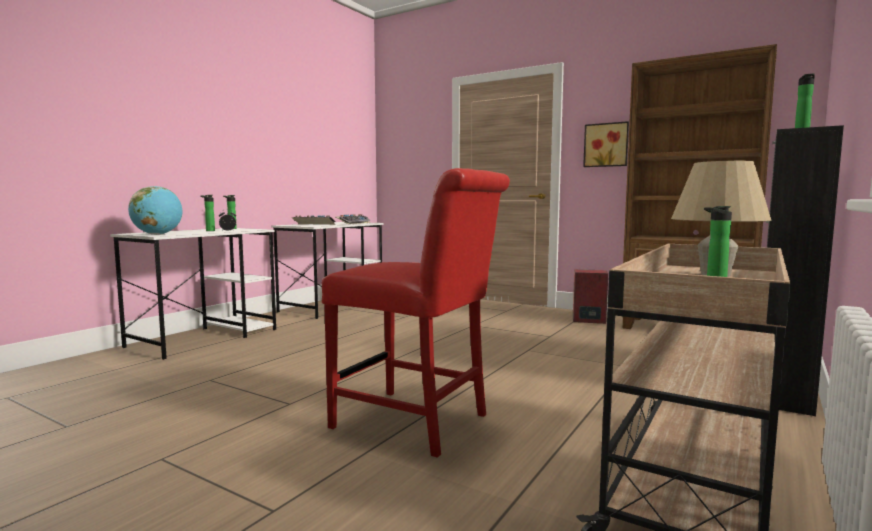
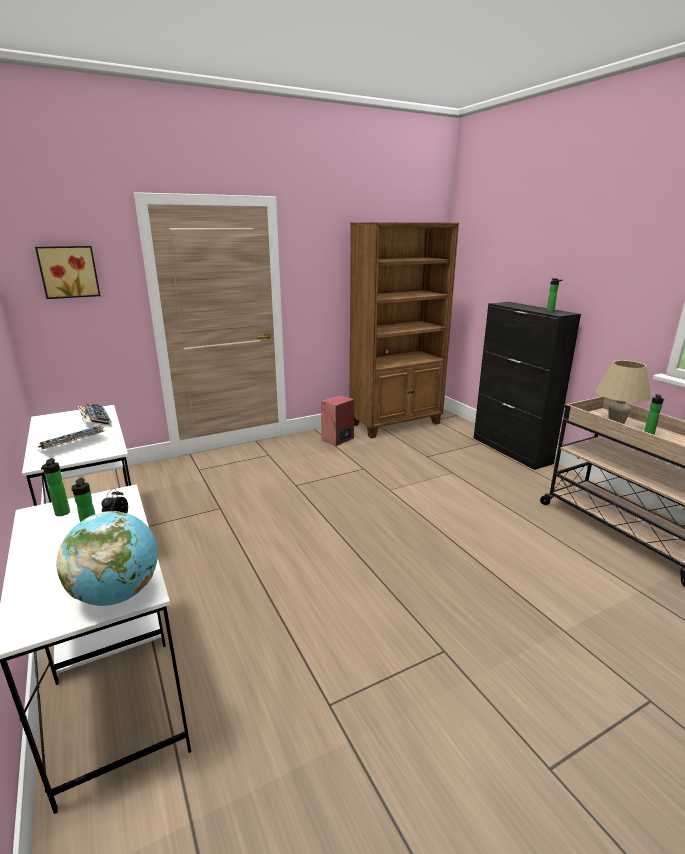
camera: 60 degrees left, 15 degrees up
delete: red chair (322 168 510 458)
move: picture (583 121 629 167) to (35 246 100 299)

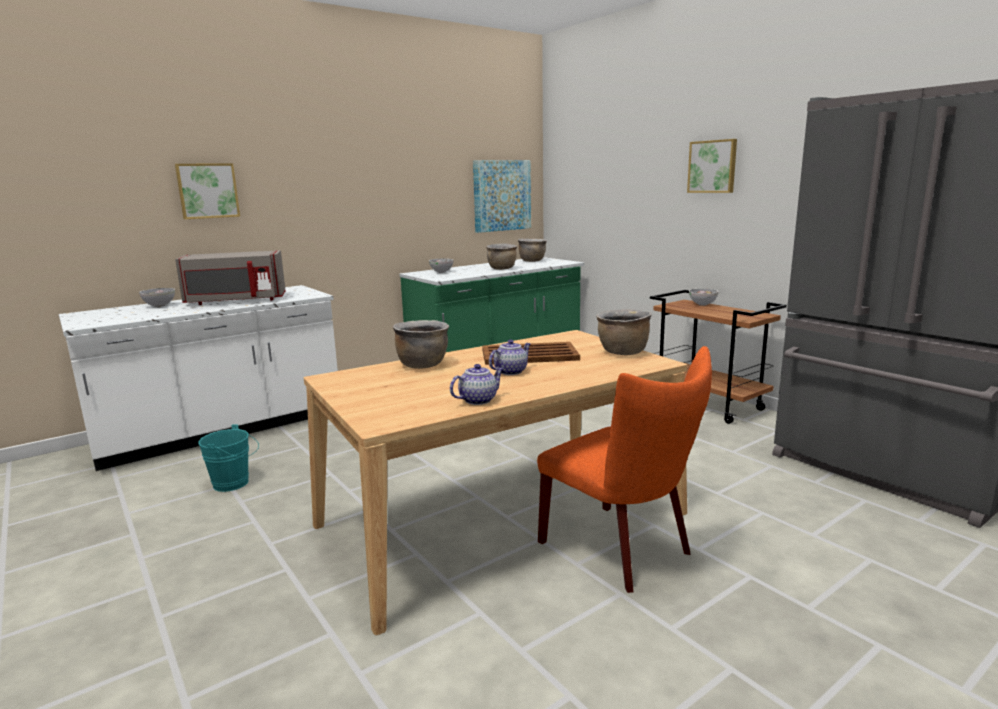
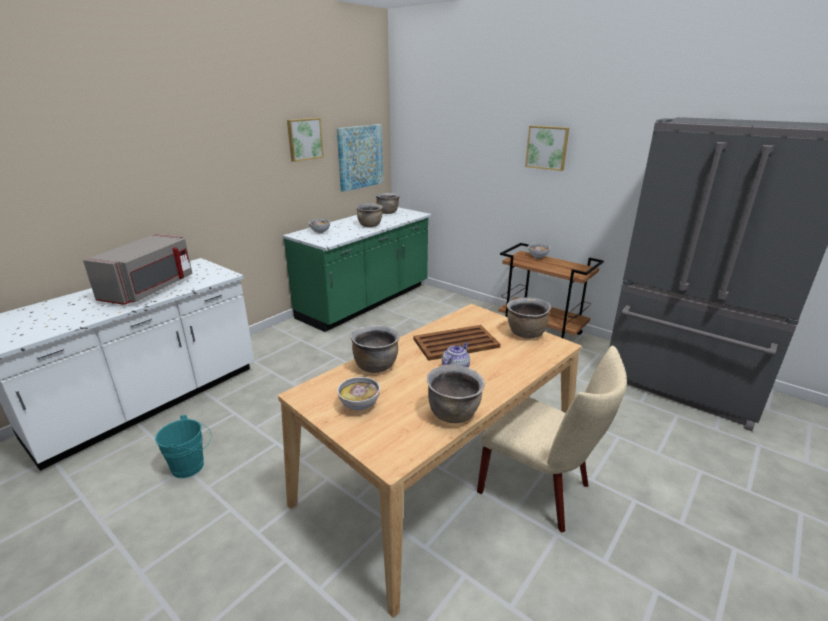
camera: 15 degrees left, 10 degrees up
move: picture (175 163 240 219) to (287 118 324 162); bowl (139 288 175 307) to (337 377 380 411)
replace: teapot (450 364 504 405) to brown cooking pot (427 365 485 423)
recolor: orange chair (537 346 712 593) to beige chair (477 346 627 533)
rotate: grey microwave (175 250 286 305) = (83 234 193 305) 45 degrees counterclockwise

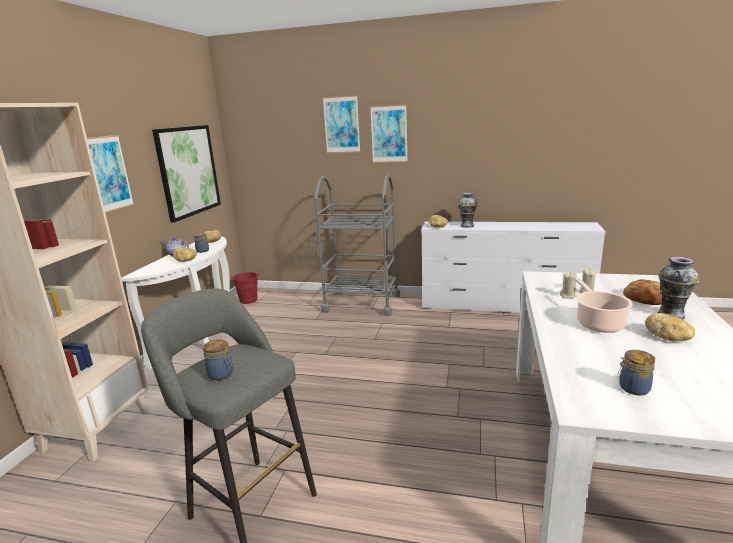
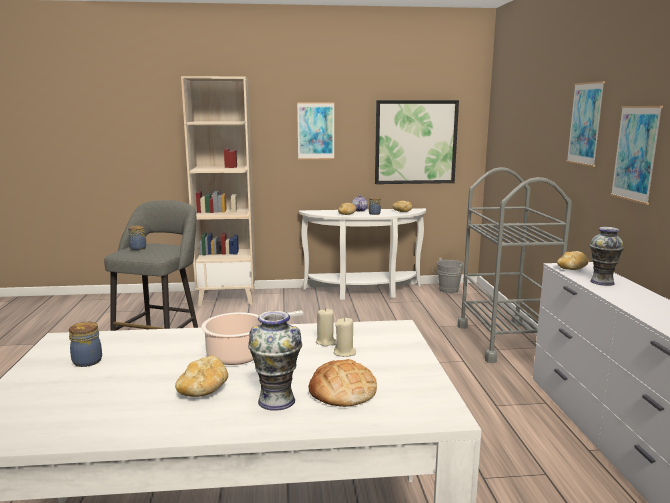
camera: 70 degrees right, 5 degrees down
move: picture (323 95 360 153) to (610 106 663 205)
recolor: red bucket (231 272 259 304) to grey bucket (432 258 464 294)

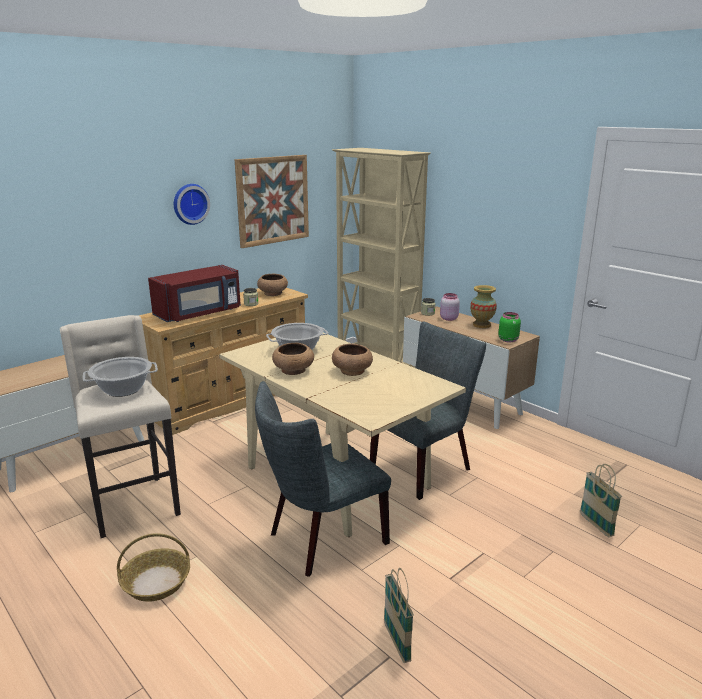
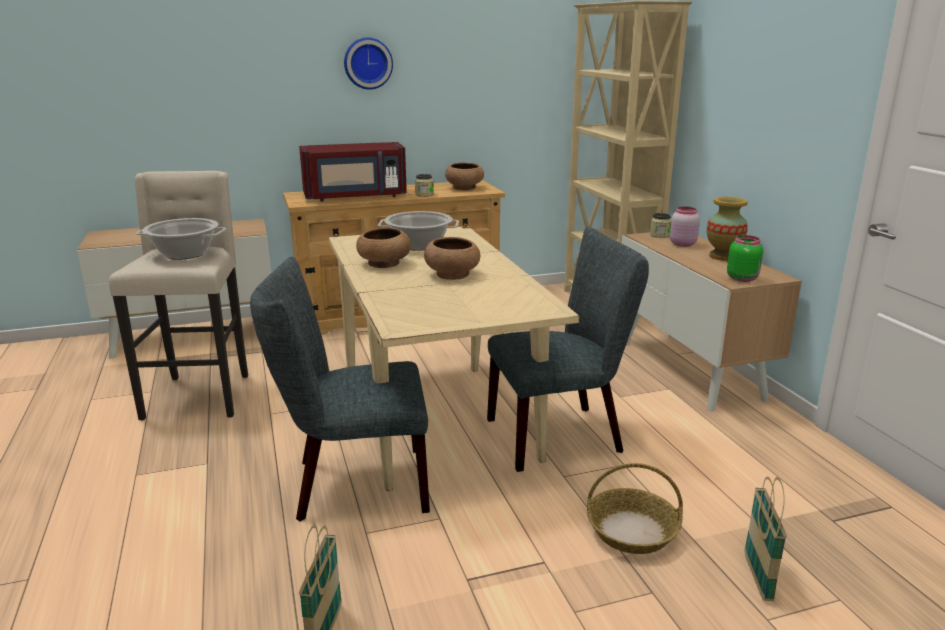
camera: 25 degrees right, 0 degrees up
delete: picture (234 155 309 248)
move: basket (117 533 190 602) to (587 463 683 554)

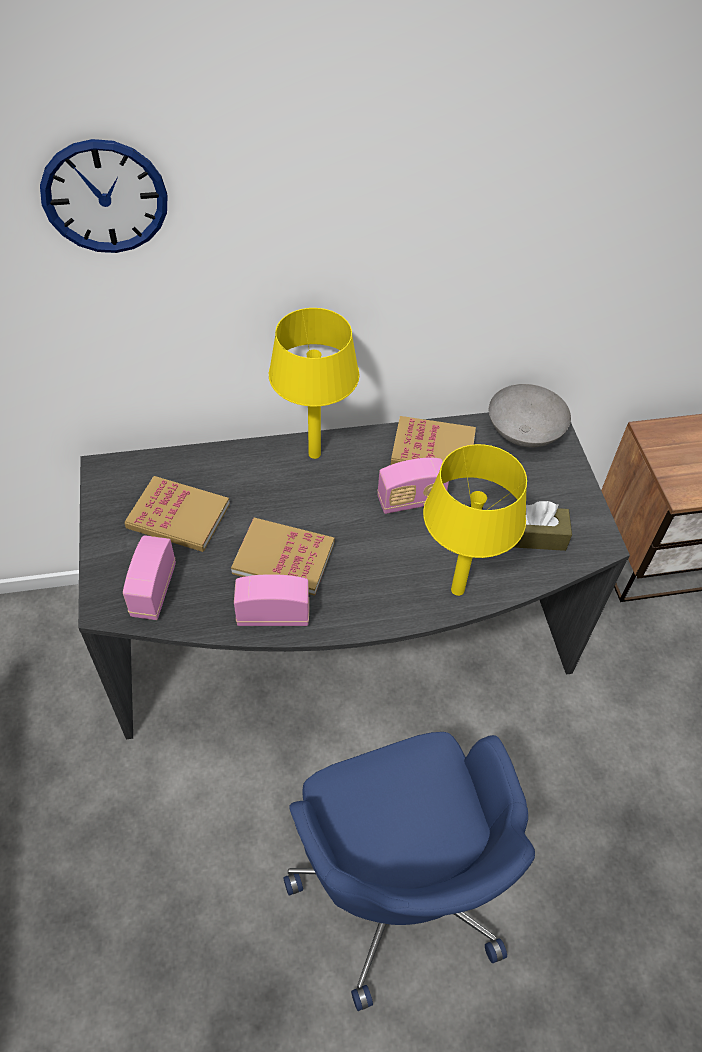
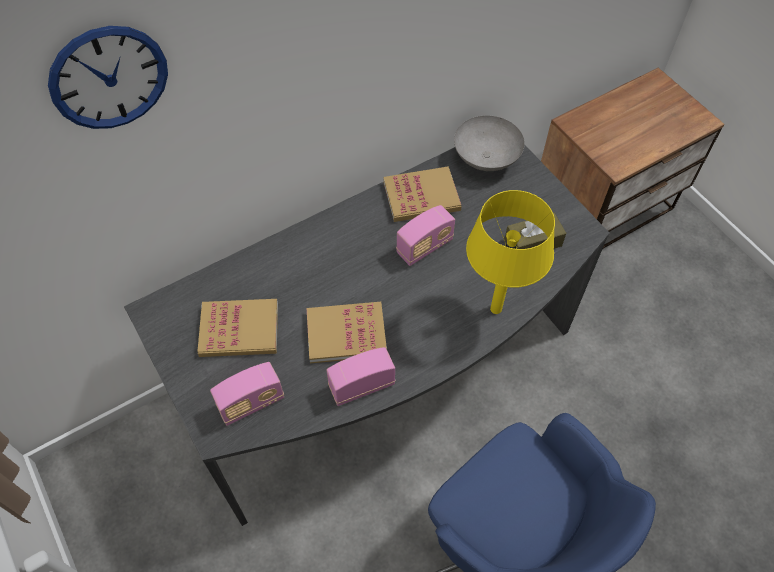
camera: 20 degrees left, 5 degrees up
delete: yellow table lamp (269 308 359 459)
rotate: radio (123 535 176 620) = (210 362 284 426) 105 degrees counterclockwise

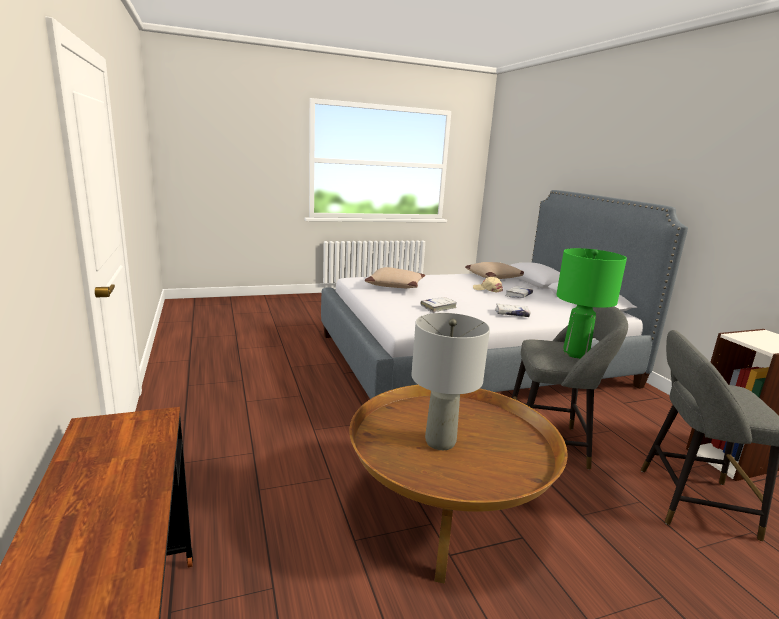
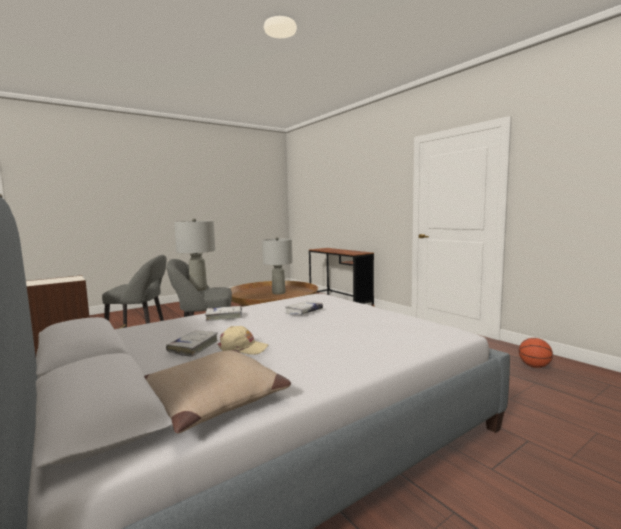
camera: 165 degrees right, 10 degrees down
delete: beige pillow (364 267 425 288)
insert: basketball (519 338 553 368)
recolor: green table lamp (556 248 627 359) to grey table lamp (174 218 215 291)

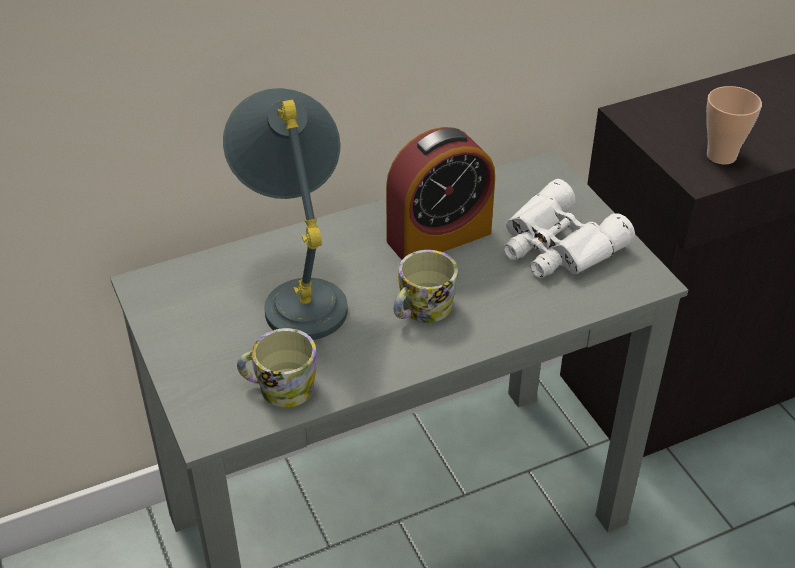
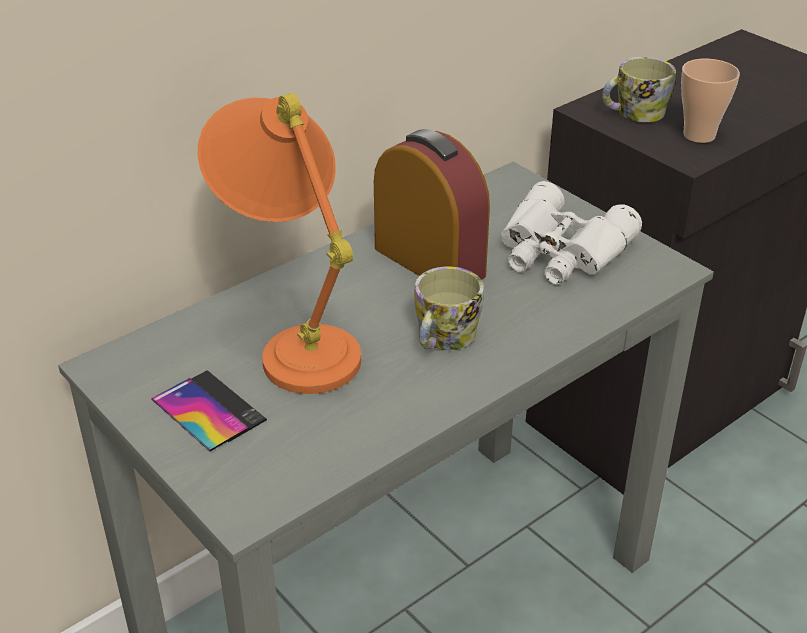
camera: 15 degrees left, 5 degrees down
insert: phone (151 370 267 451)
move: mug (237 328 317 407) to (602 57 676 122)
recolor: grey table lamp (223 88 348 340) to orange table lamp (197 93 361 394)
rotate: alarm clock (386 127 495 260) = (374 129 490 280) 90 degrees counterclockwise

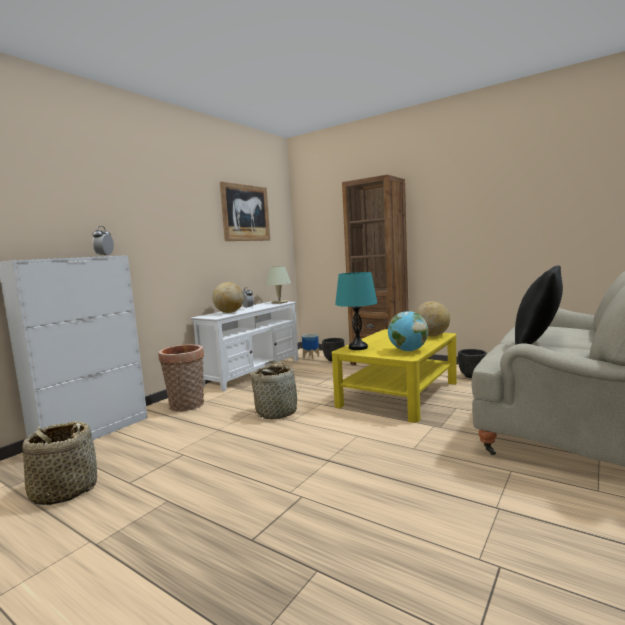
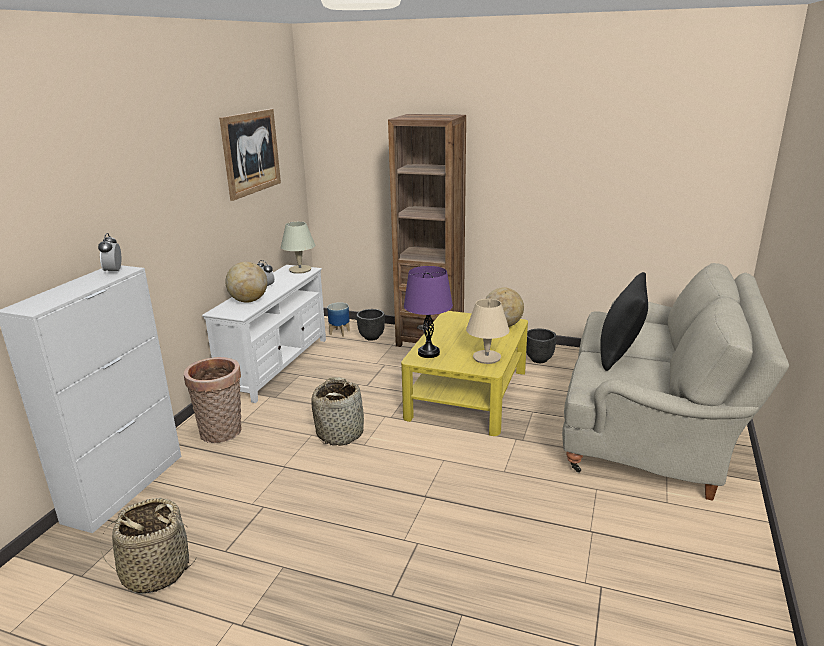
camera: 15 degrees left, 15 degrees up
replace: globe (388 311 428 351) to beige table lamp (466 299 510 364)
recolor: turquoise table lamp (335 272 378 350) to purple table lamp (404 266 453 358)

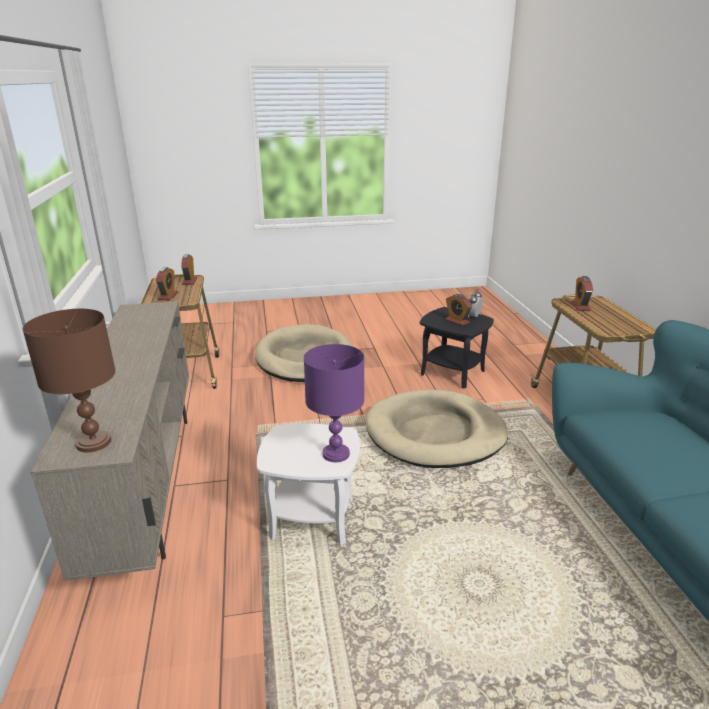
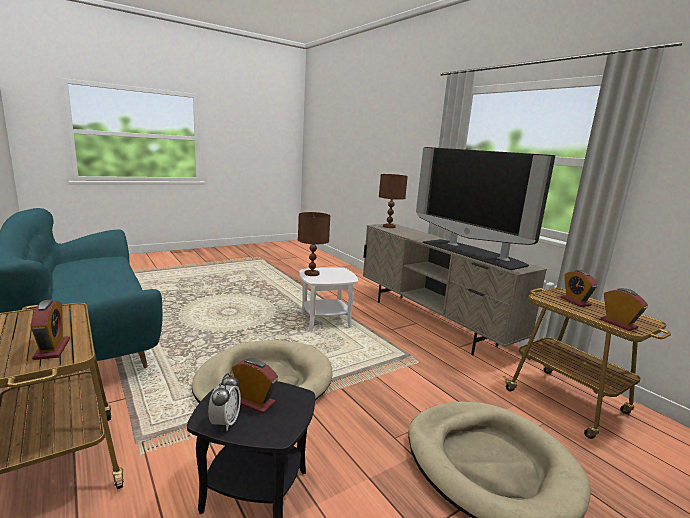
camera: 155 degrees right, 10 degrees down
insert: television (416 147 555 270)
recolor: purple table lamp (304 344 364 462) to brown table lamp (298 212 330 276)

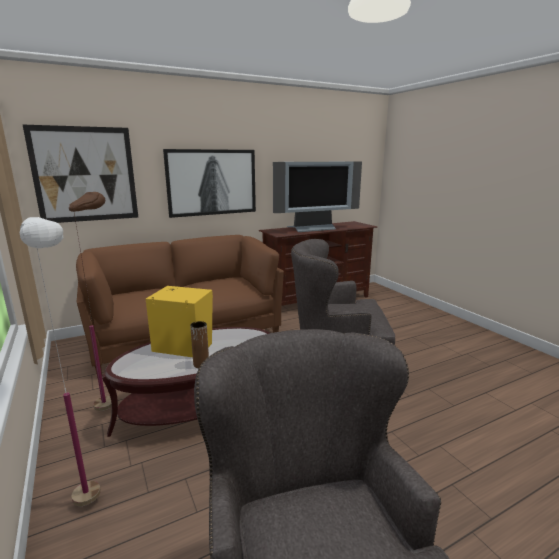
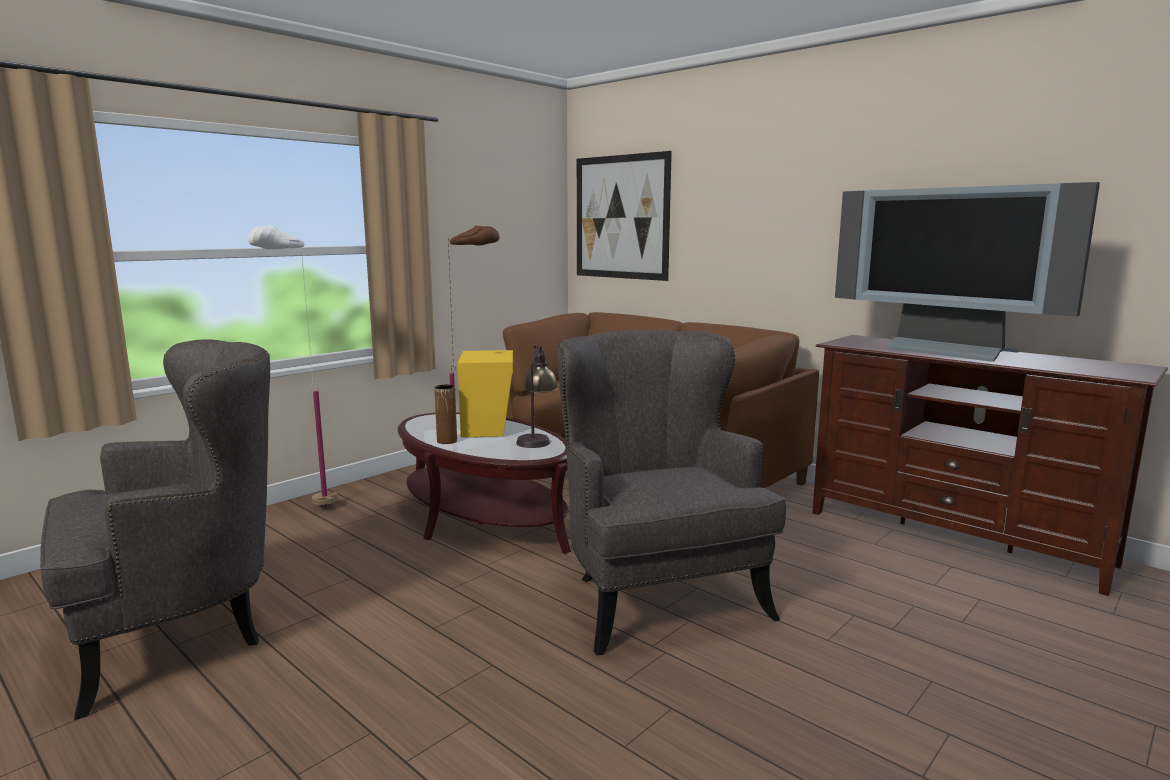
camera: 70 degrees right, 5 degrees down
delete: picture (163 149 256 218)
insert: table lamp (516 345 558 448)

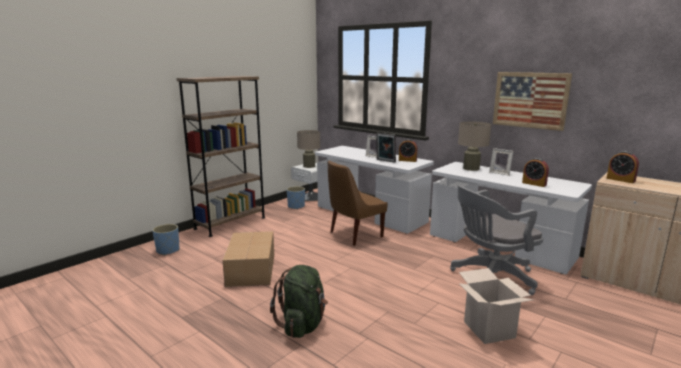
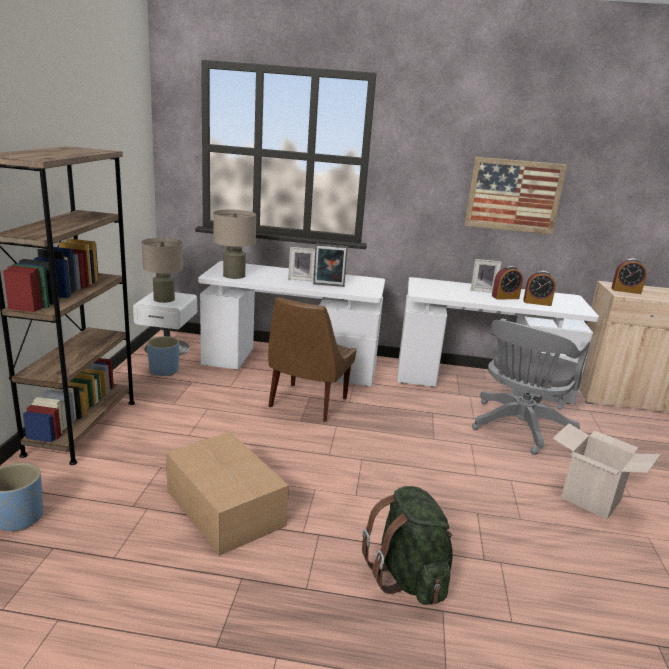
camera: 35 degrees left, 5 degrees up
move: beige table lamp (458 122 491 171) to (213 210 256 279); alarm clock (399 139 417 162) to (492 266 523 299)

